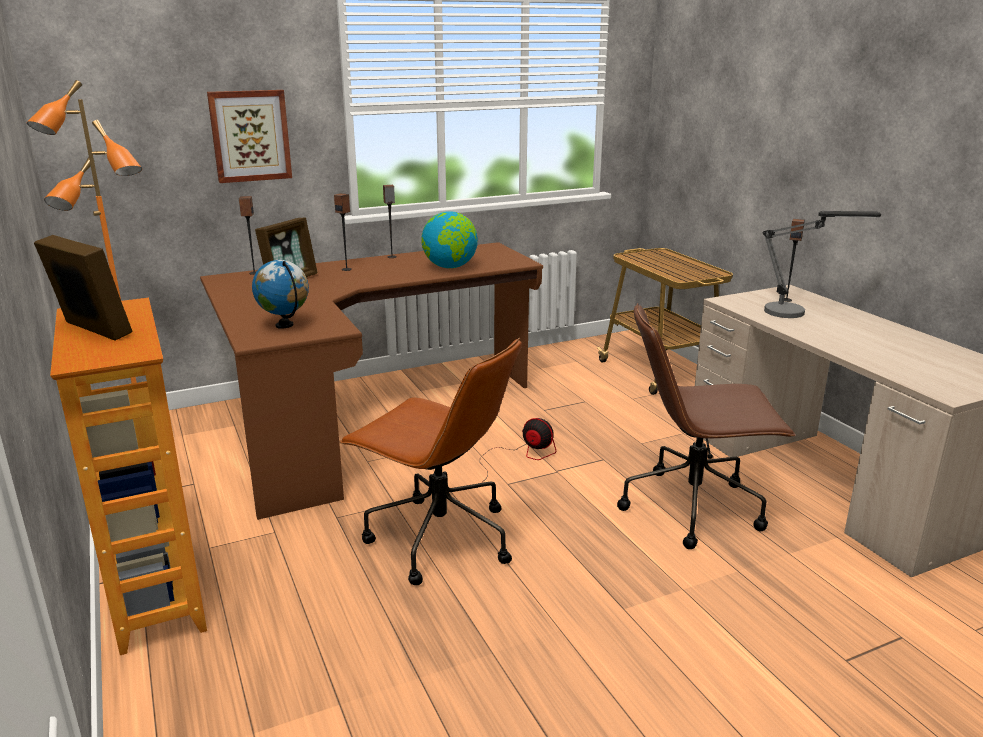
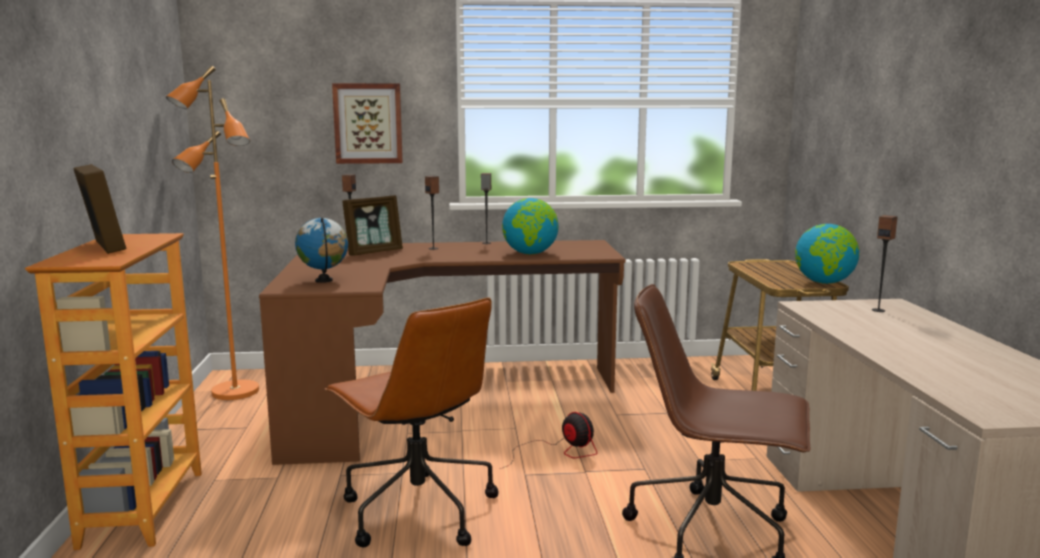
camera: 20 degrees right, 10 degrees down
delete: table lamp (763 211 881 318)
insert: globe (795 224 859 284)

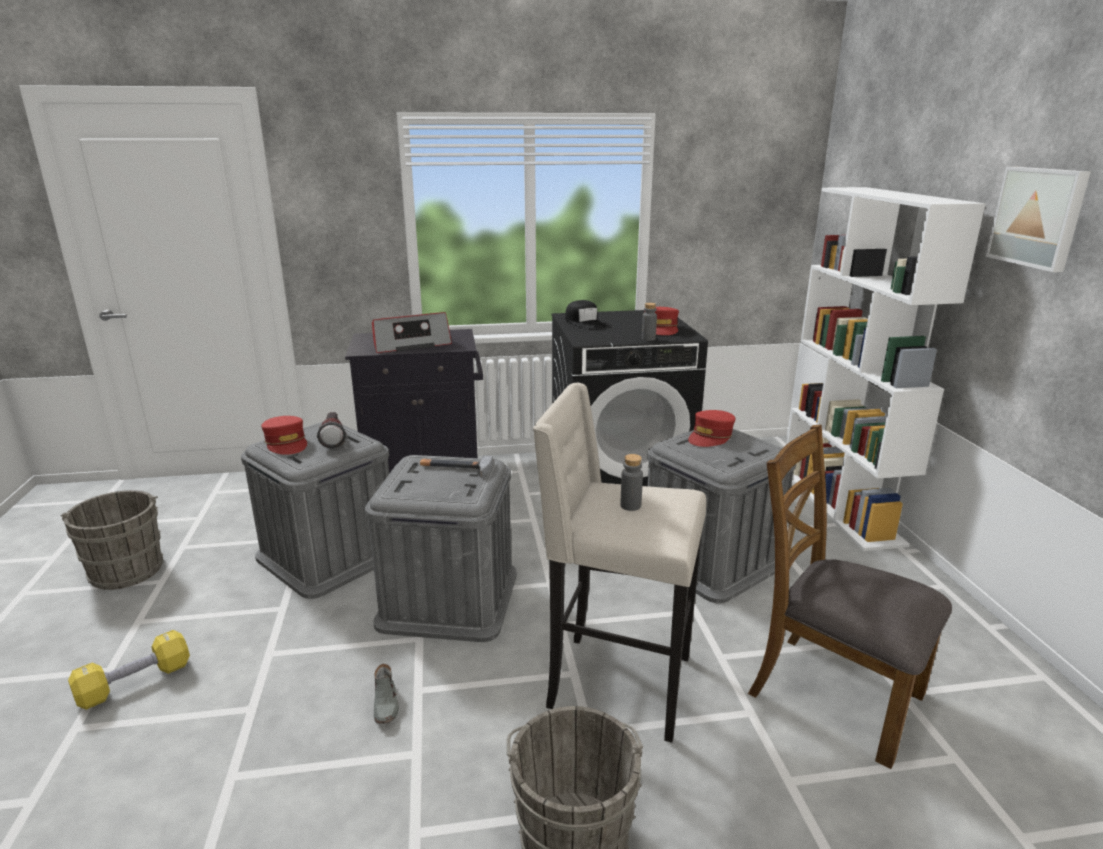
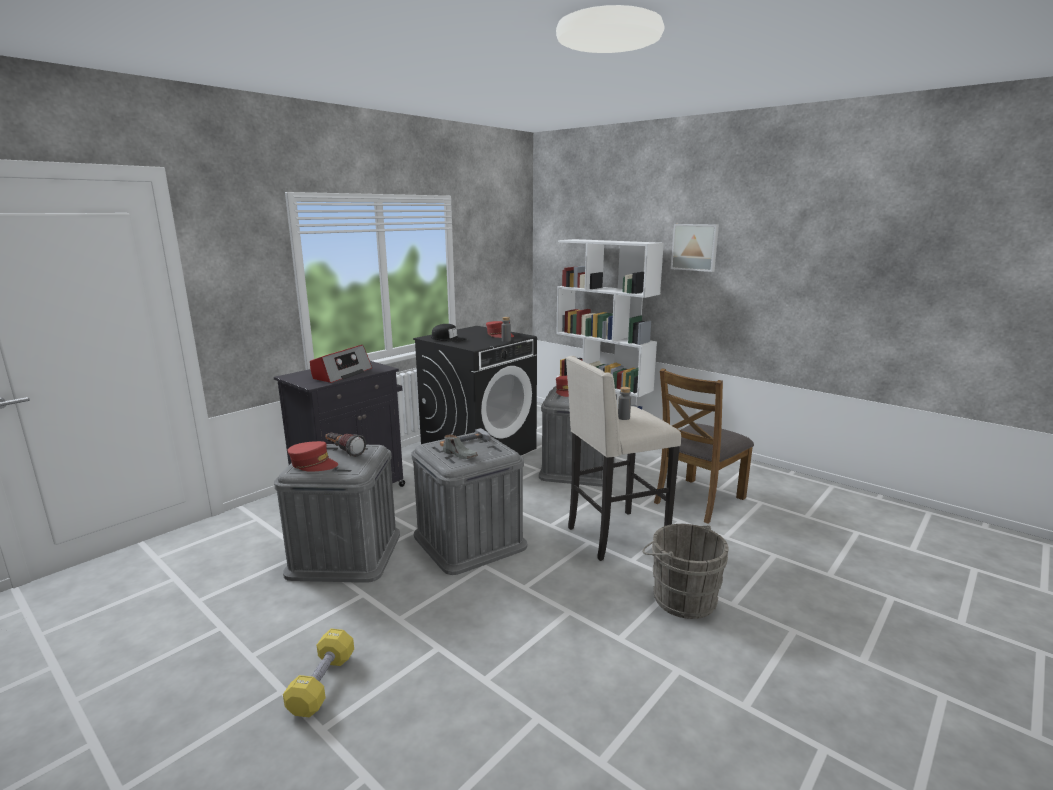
camera: 40 degrees left, 5 degrees down
delete: grey bucket (60 490 163 590)
move: grey shoe (374 664 399 724) to (443 435 478 459)
rotate: brown chair (748 425 952 769) = (654 368 754 524) 45 degrees counterclockwise

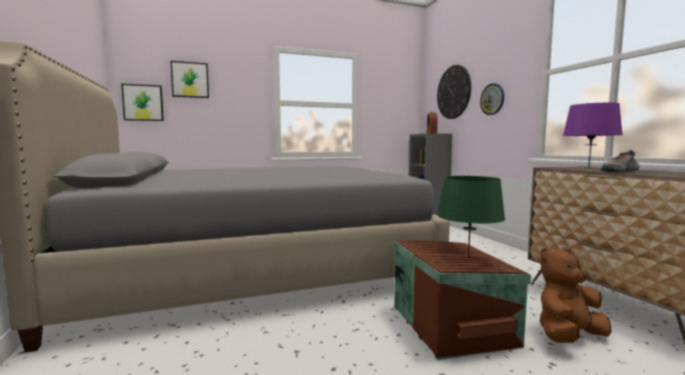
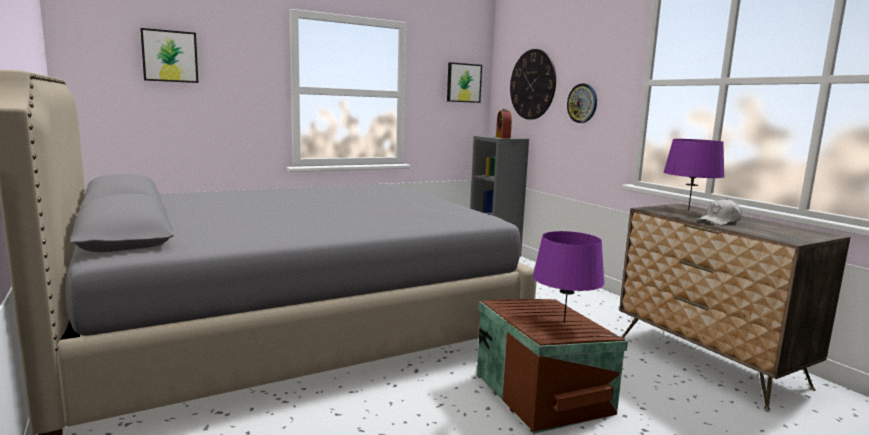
camera: 10 degrees left, 5 degrees up
delete: brown plush toy (540 247 612 343)
move: picture (121 84 164 121) to (447 62 482 103)
replace: shoe (602 150 639 172) to white cap (698 199 742 225)
recolor: green table lamp (437 176 505 258) to purple table lamp (533 231 605 323)

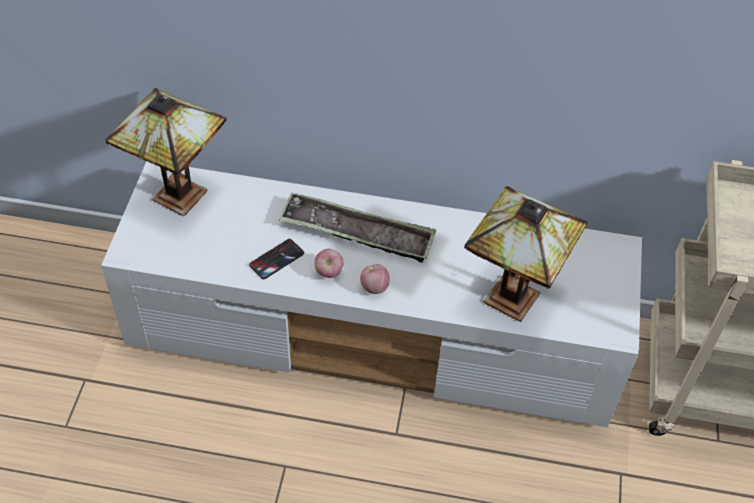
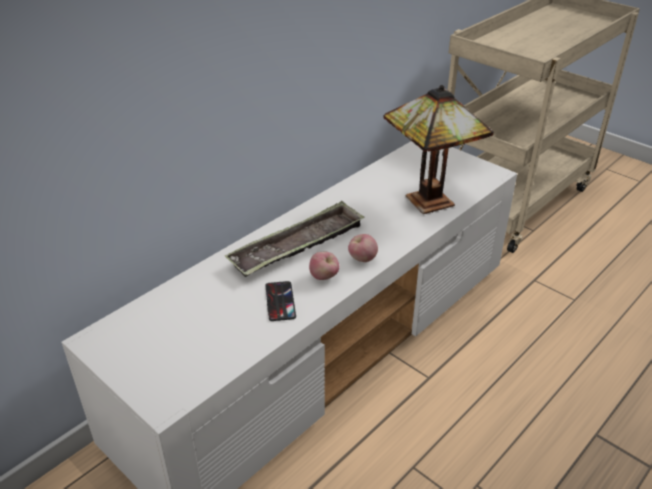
camera: 55 degrees left, 15 degrees down
delete: table lamp (106 88 227 216)

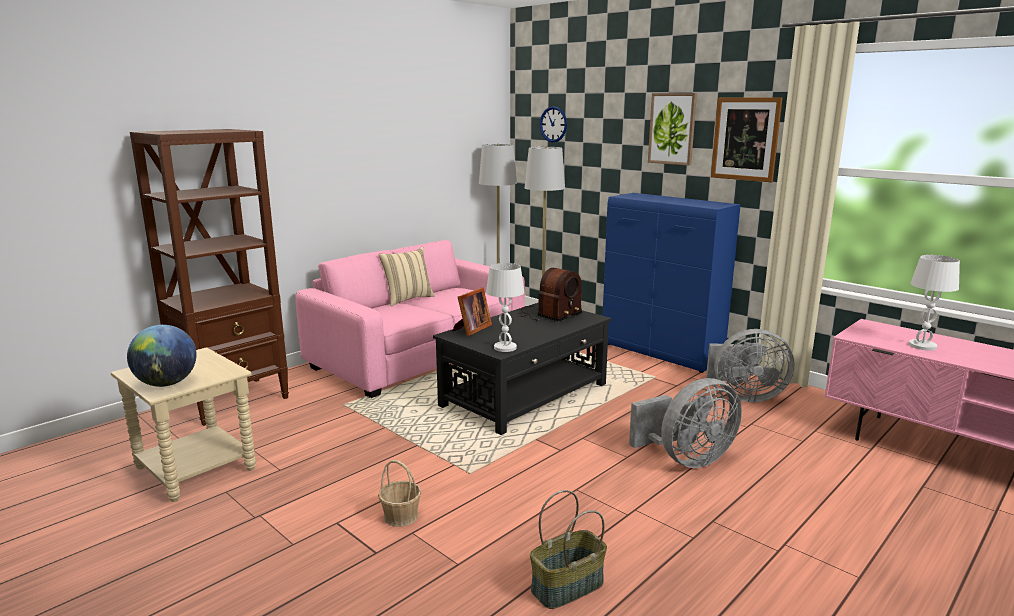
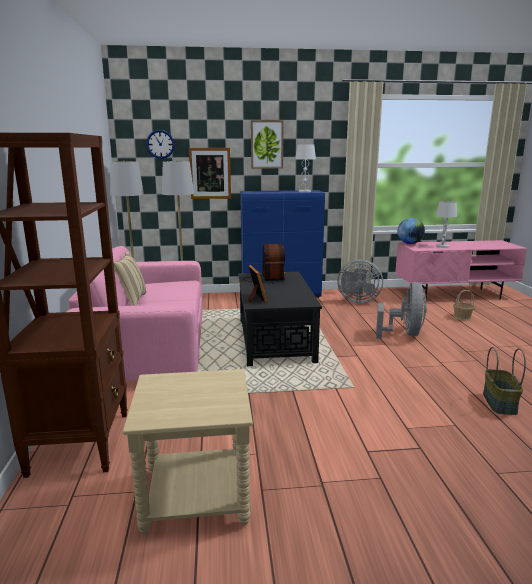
camera: 50 degrees left, 0 degrees up
move: picture (711 97 782 182) to (189 148 231 199); white table lamp (486 263 525 352) to (295 144 316 192); globe (127 325 197 387) to (397 218 425 244); basket (378 460 422 527) to (453 290 475 321)
rotate: grey fan (706 329 794 402) = (337 259 383 303) 60 degrees clockwise

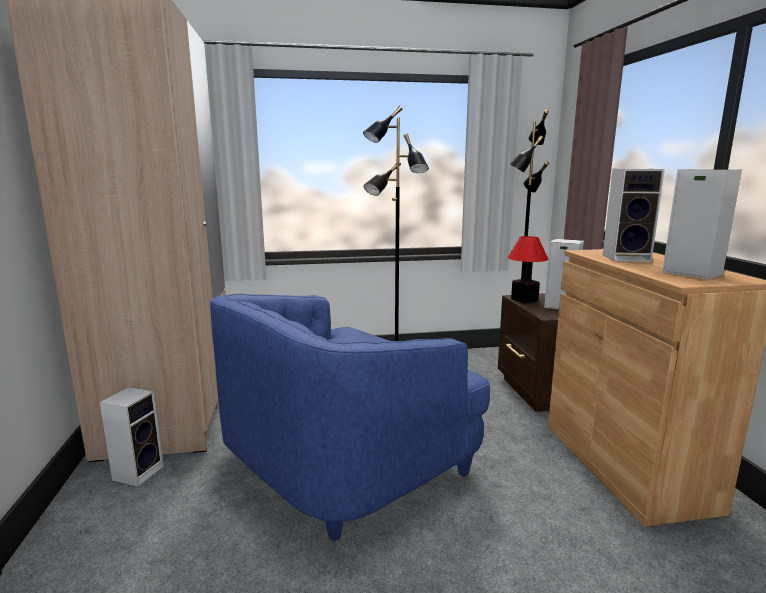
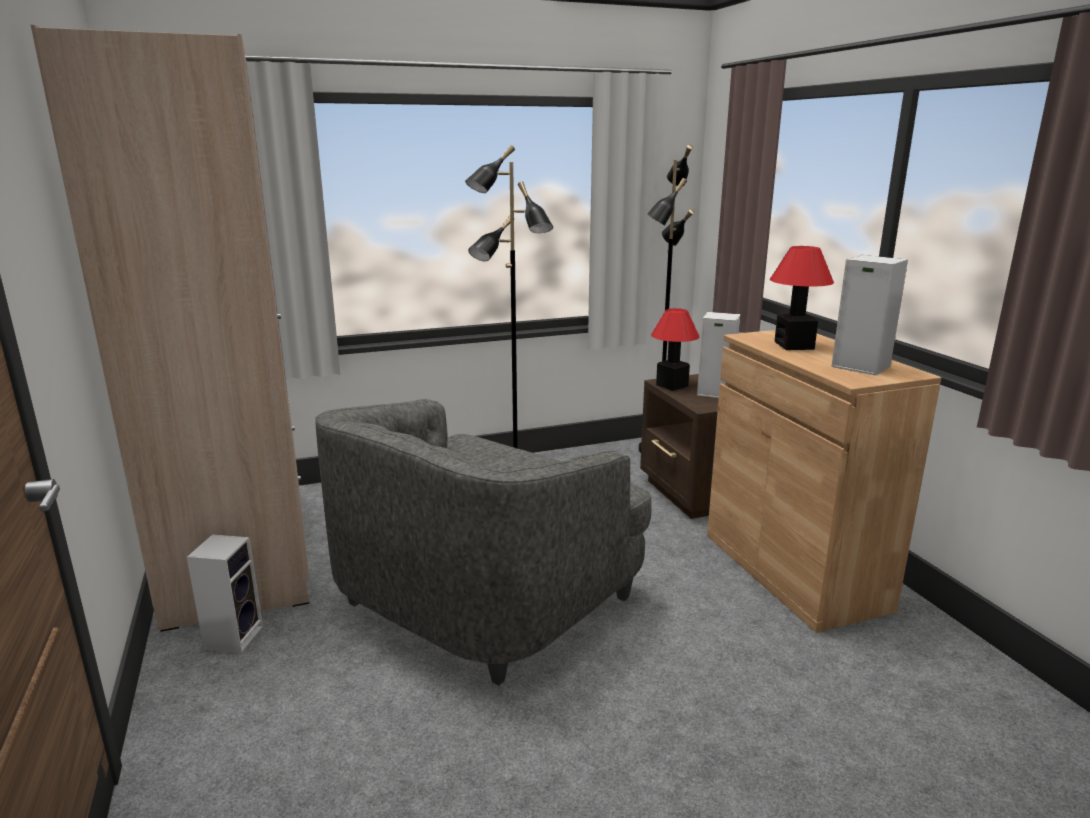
camera: 10 degrees left, 5 degrees up
replace: speaker (603 169 665 262) to table lamp (770 246 834 350)
recolor: blue armchair (210 294 490 542) to grey armchair (315 399 652 686)

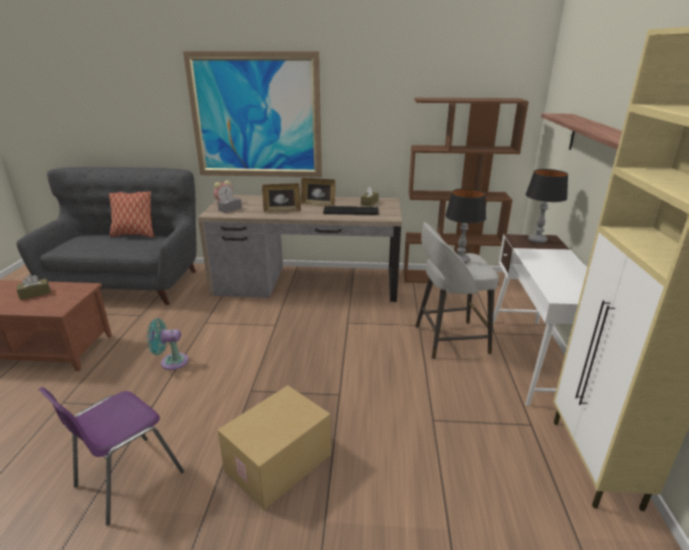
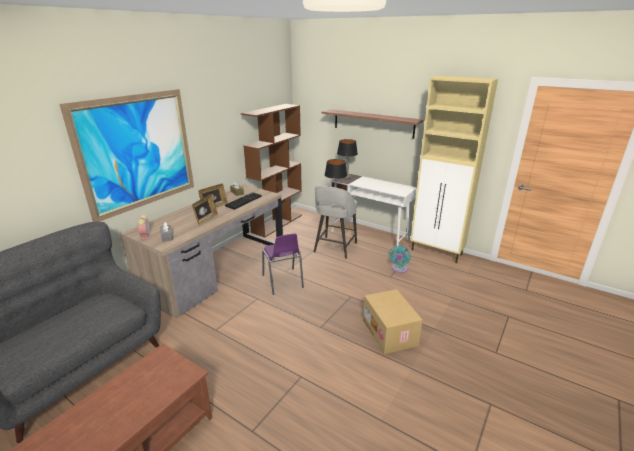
camera: 60 degrees left, 0 degrees up
delete: pillow (109 191 154 237); brown tissue box (17 275 50 300)
move: turquoise fan (147 318 188 370) to (389 246 411 273); purple chair (38 387 184 525) to (262 234 304 295)

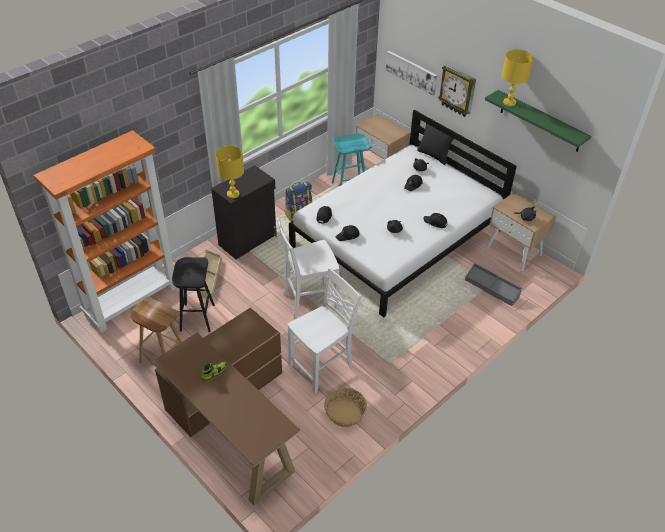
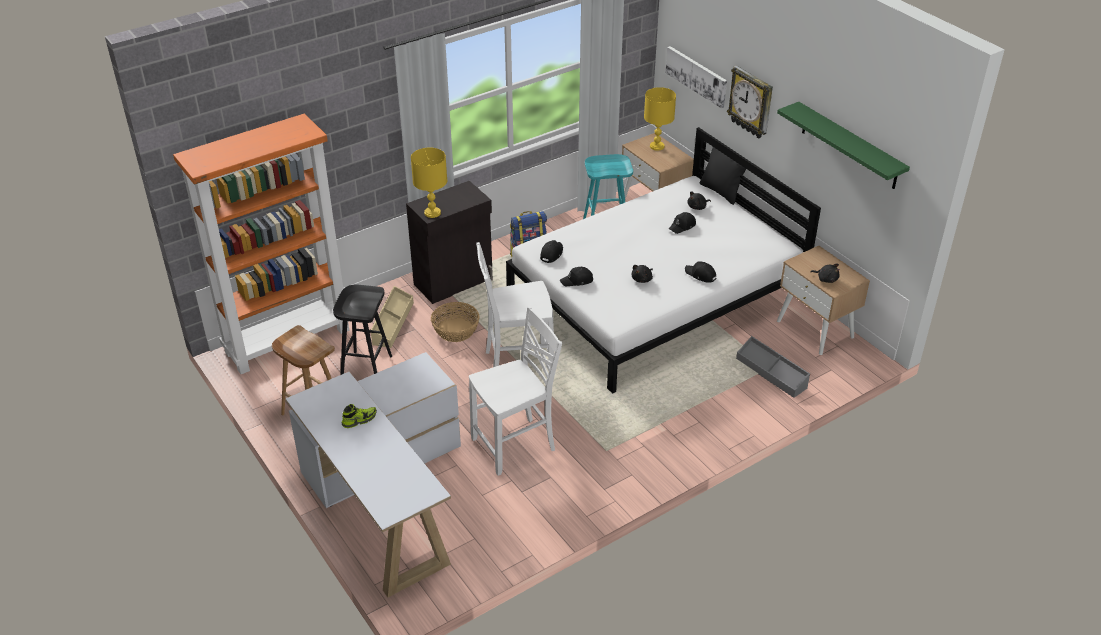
camera: 10 degrees right, 5 degrees down
move: yellow table lamp (502 49 533 106) to (644 87 676 151); basket (324 388 367 427) to (431 302 480 342)
recolor: brown desk (152 308 300 506) to white desk (285 352 461 597)

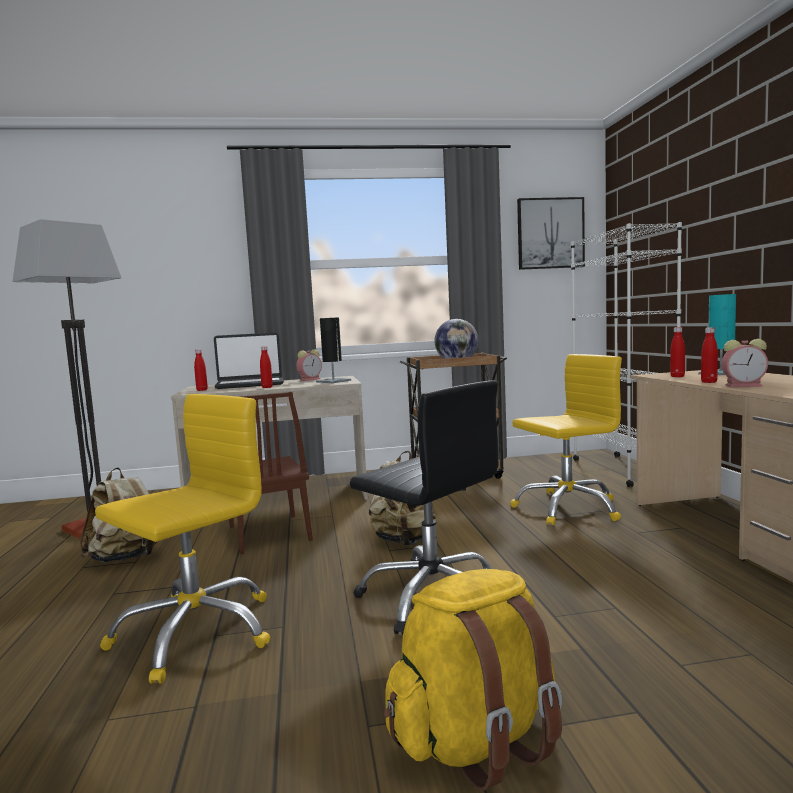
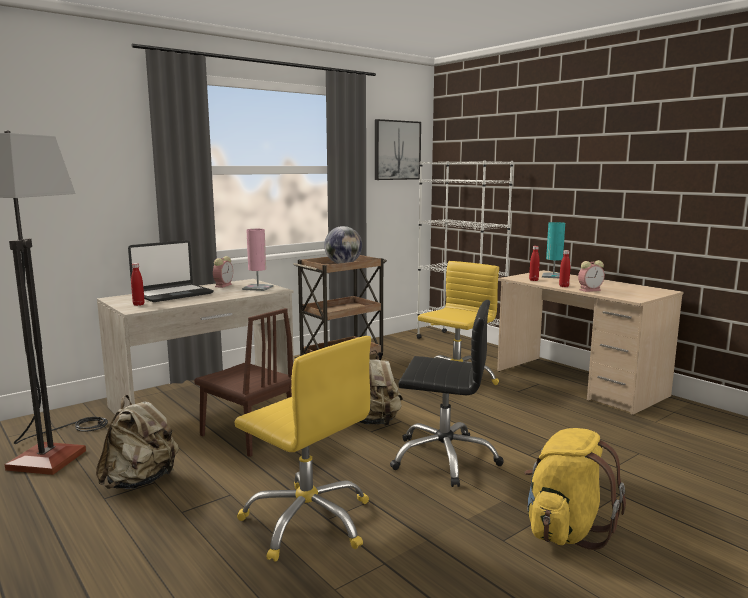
camera: 30 degrees left, 5 degrees up
delete: red bottle (260 346 273 388)
recolor: black table lamp (316 318 351 383) to pink table lamp (242 229 273 291)
rotate: yellow office chair (95 394 270 684) = (234 336 371 562) 120 degrees clockwise

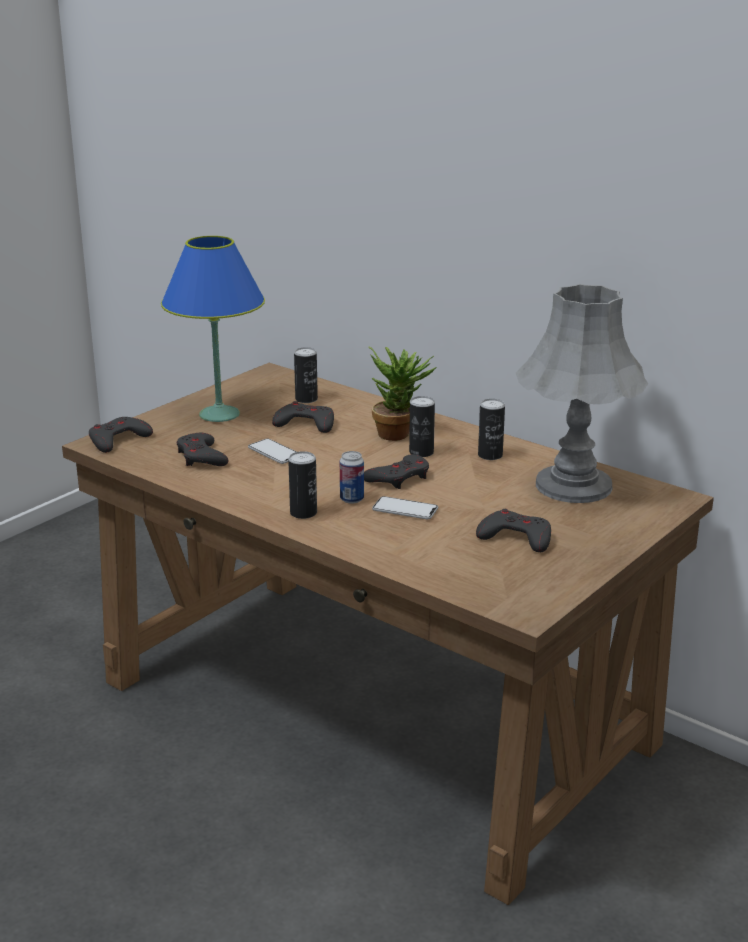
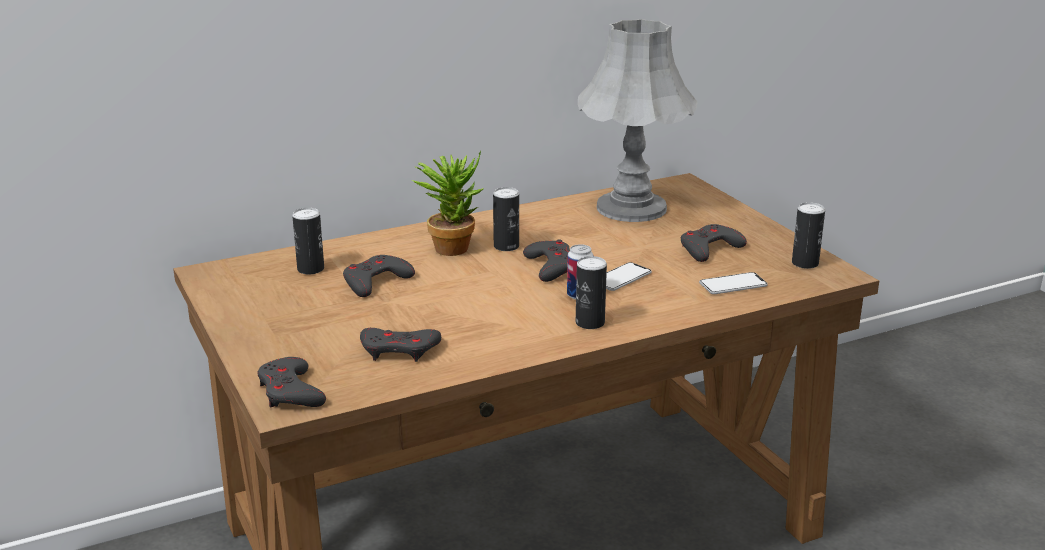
camera: 65 degrees left, 0 degrees up
delete: blue table lamp (161 236 265 422)
move: can (478 399 505 460) to (792 202 825 269); phone (248 439 296 464) to (699 272 768 294)

